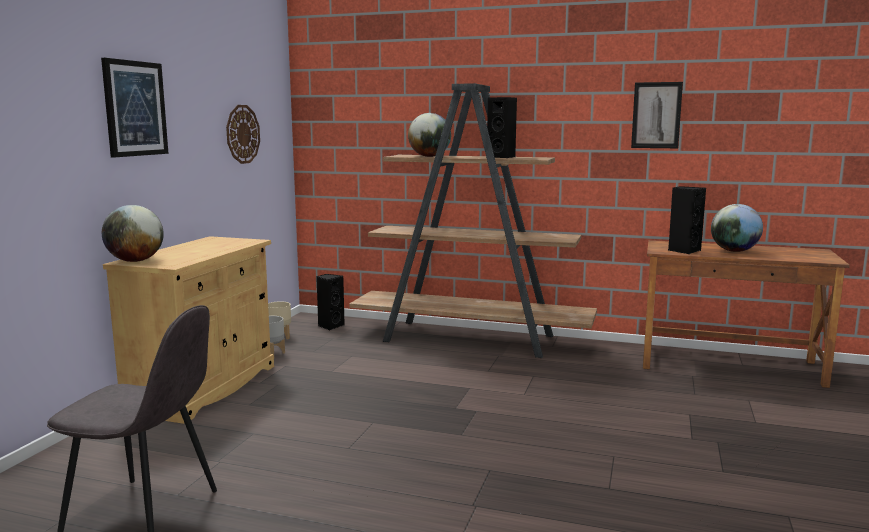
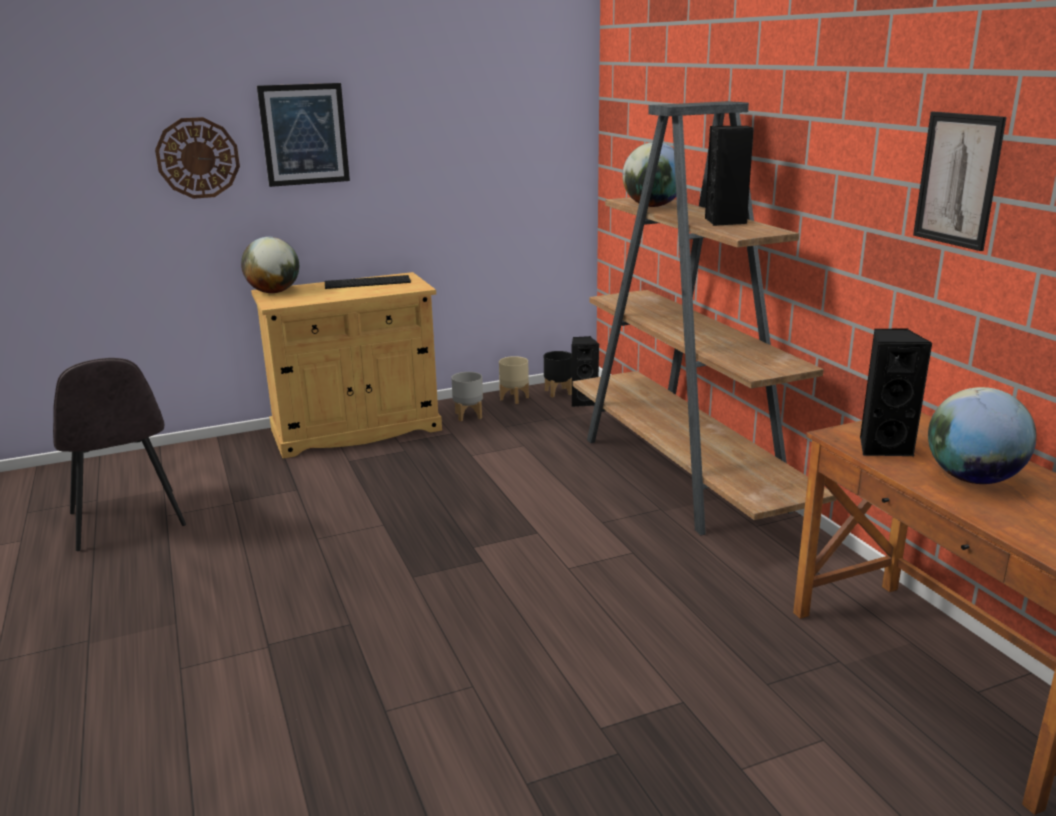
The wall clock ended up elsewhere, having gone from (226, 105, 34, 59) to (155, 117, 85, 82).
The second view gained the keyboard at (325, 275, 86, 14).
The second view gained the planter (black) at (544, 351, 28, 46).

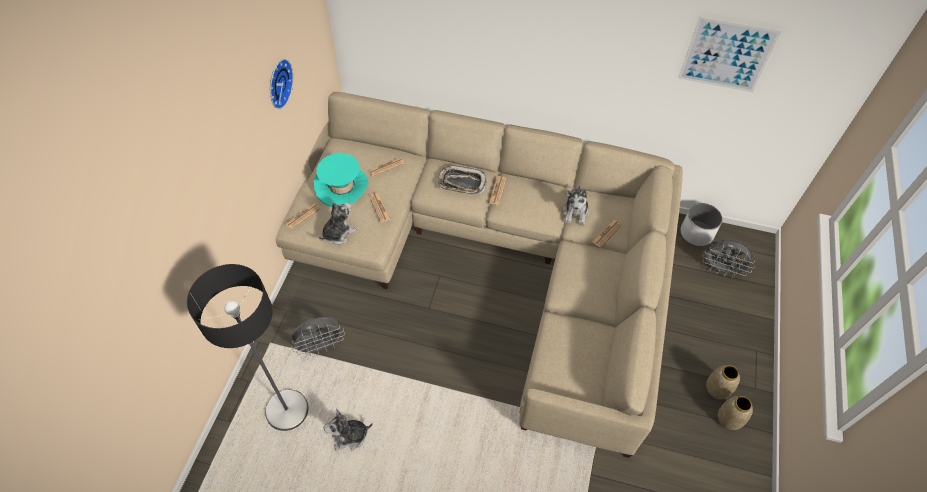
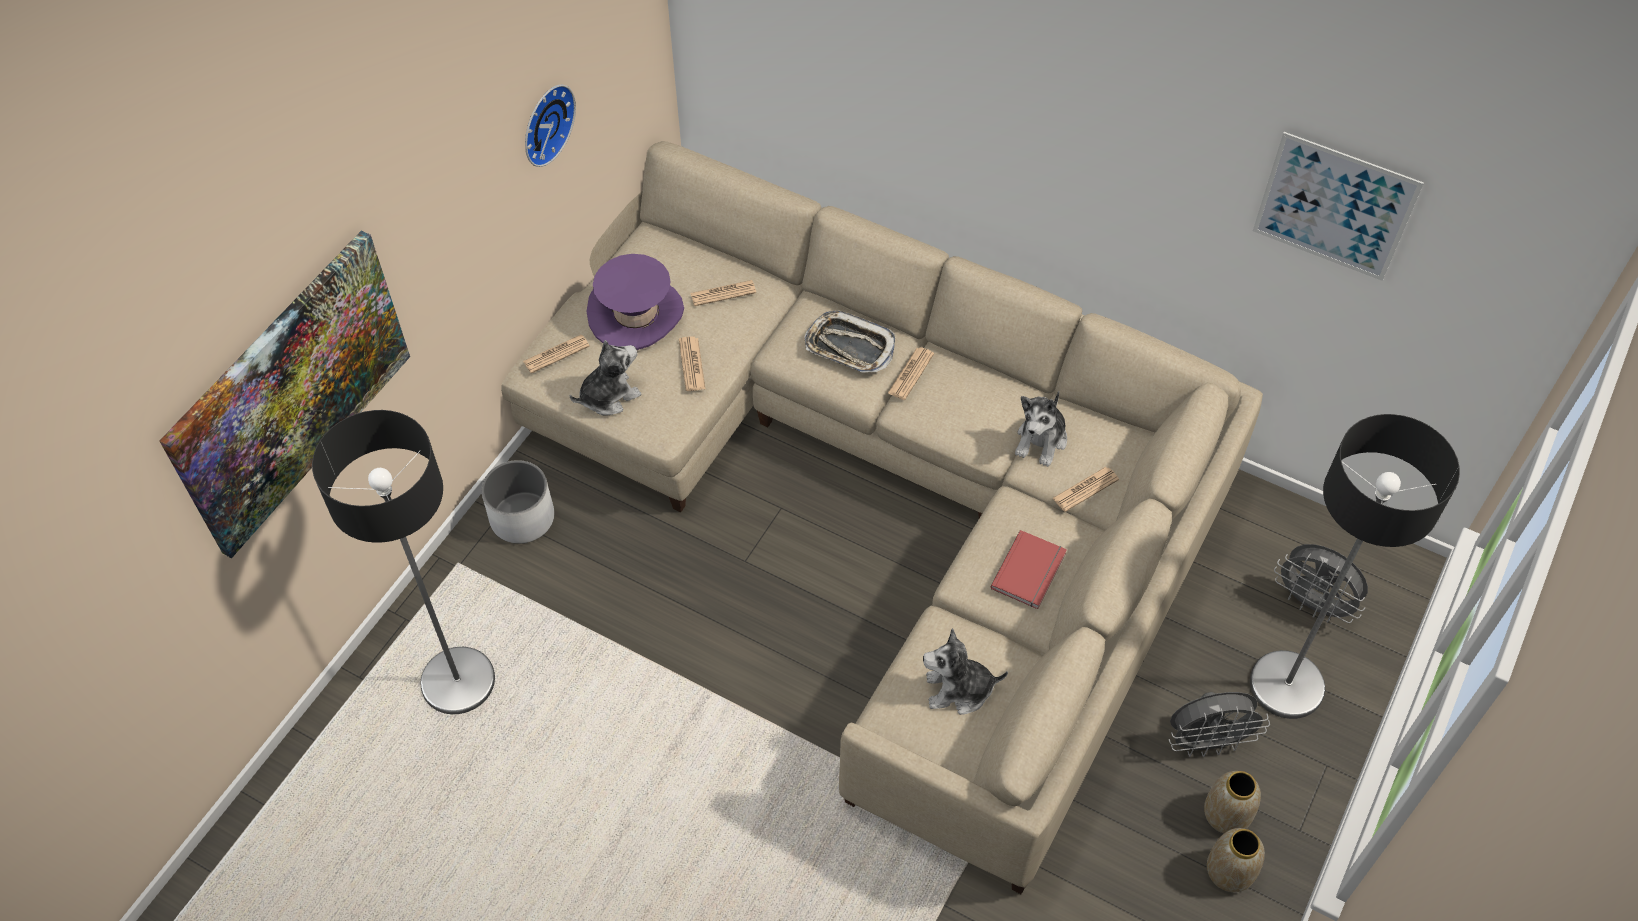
What was the hat (turquoise) at (314, 153, 54, 54) turned into the hat (purple) at (587, 254, 97, 96).
The planter (white) ended up elsewhere, having gone from (680, 203, 43, 43) to (481, 460, 73, 84).
The fan (grey) ended up elsewhere, having gone from (291, 317, 54, 39) to (1169, 692, 101, 65).
The plush toy ended up elsewhere, having gone from (323, 408, 50, 43) to (923, 628, 85, 87).
The second view gained the picture at (159, 231, 251, 327).
The second view gained the floor lamp at (1250, 414, 210, 305).
The second view gained the book (red) at (990, 530, 77, 79).

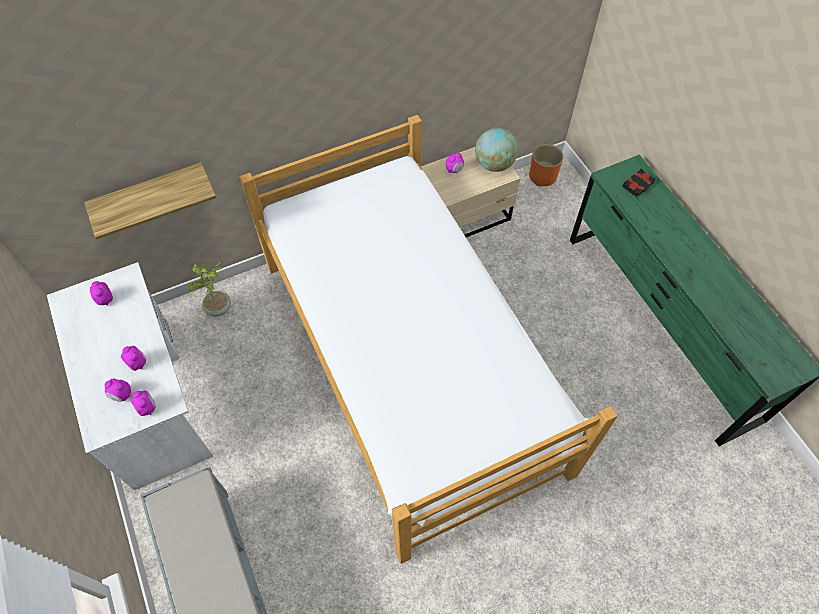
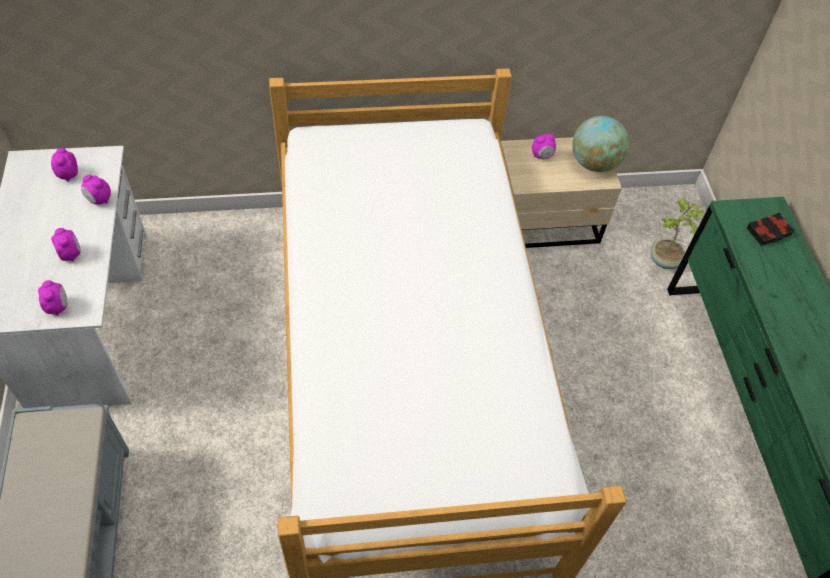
The second view lost the planter (orange) at (529, 144, 34, 42).
The second view lost the shelf at (84, 163, 132, 77).
The potted plant ended up elsewhere, having gone from (187, 262, 44, 54) to (650, 197, 55, 72).
The alarm clock ended up elsewhere, having gone from (104, 379, 27, 23) to (81, 175, 30, 30).

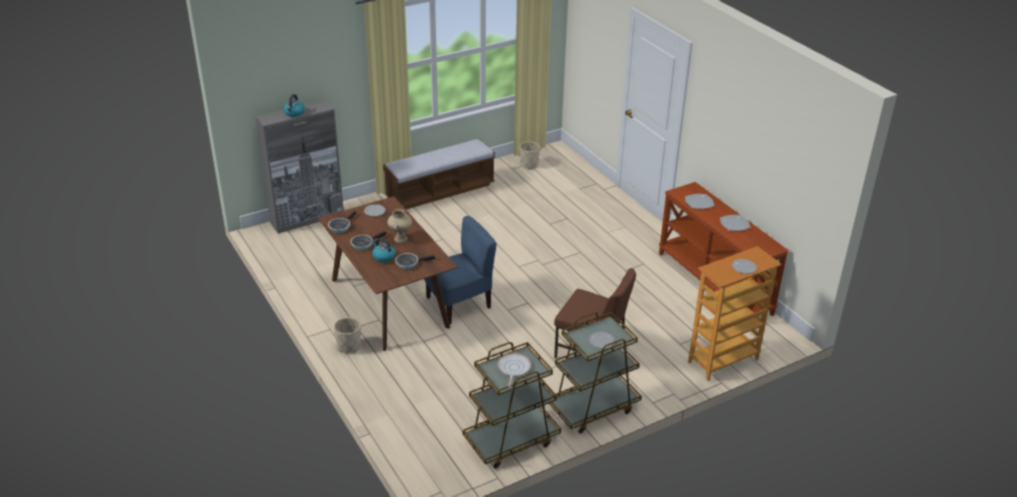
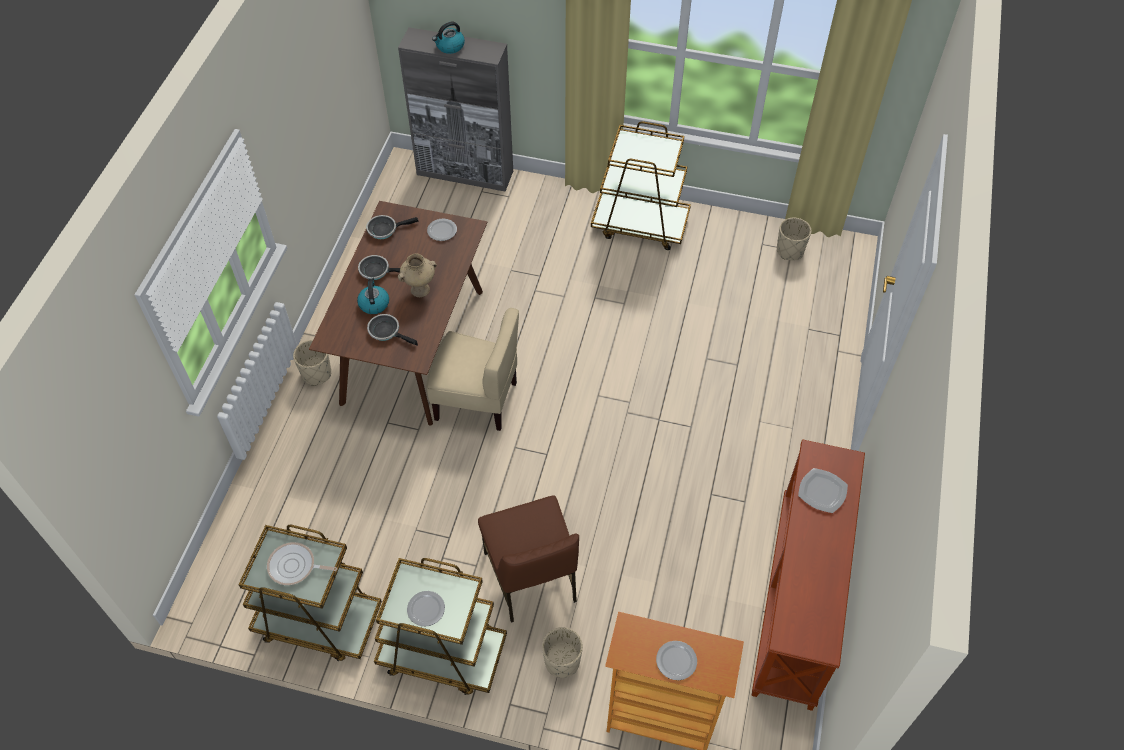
Where the bench stood at (383, 139, 112, 70), the cart (brown) came to stand at (591, 121, 100, 129).
The second view lost the plate at (720, 215, 30, 16).
What was the chair (blue) at (424, 216, 73, 108) turned into the chair (beige) at (426, 308, 93, 123).
The frying pan at (498, 353, 33, 34) ended up facing another way, 135 degrees counterclockwise from before.
The second view gained the planter (beige) at (542, 627, 41, 51).

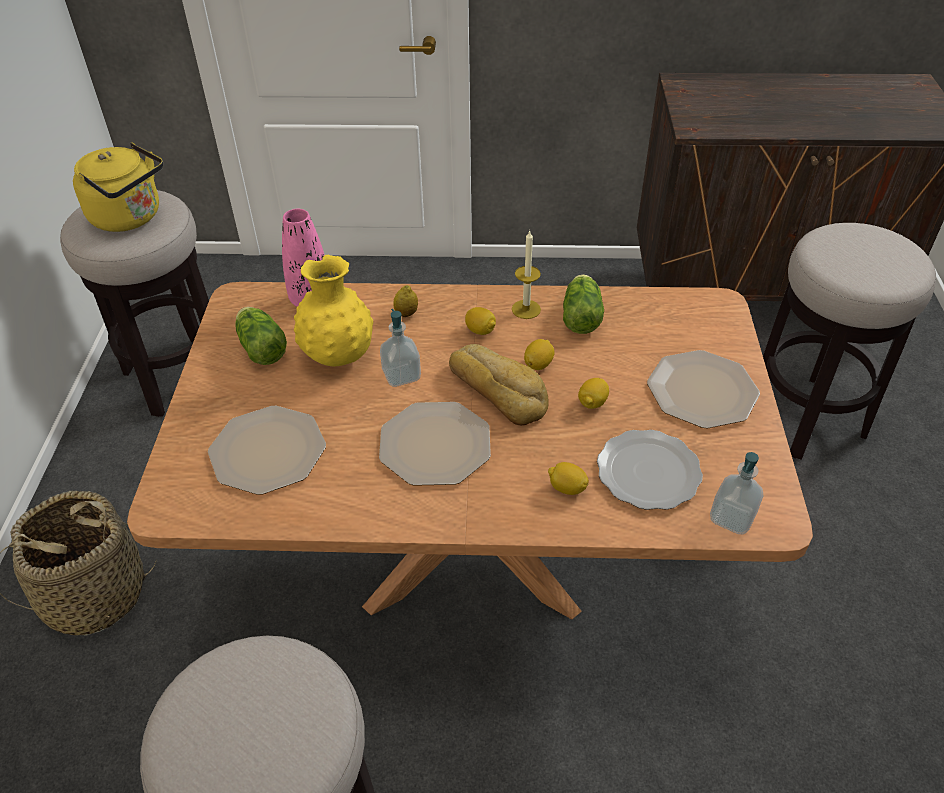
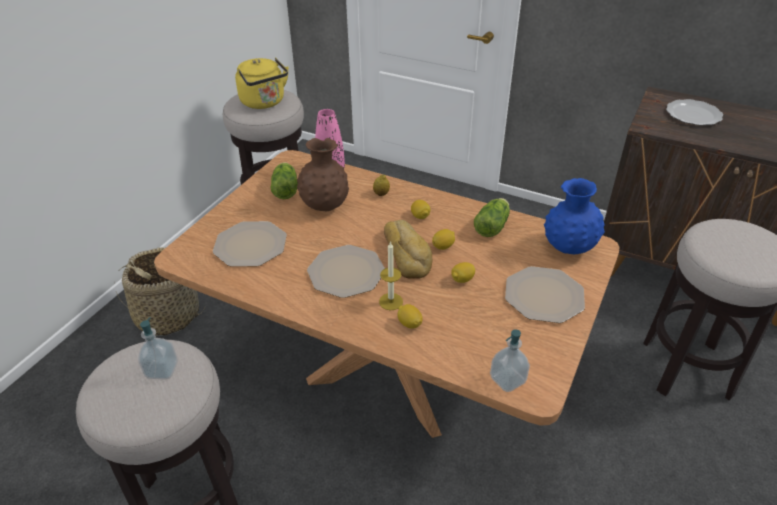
The candle ended up elsewhere, having gone from (512, 230, 29, 89) to (379, 241, 24, 69).
What was the vase (yellow) at (294, 255, 79, 111) turned into the vase (brown) at (297, 138, 52, 73).
The soap dispenser ended up elsewhere, having gone from (380, 309, 41, 78) to (138, 317, 40, 63).
The plate ended up elsewhere, having gone from (597, 430, 106, 80) to (666, 99, 57, 27).
The second view gained the vase (blue) at (544, 178, 61, 76).

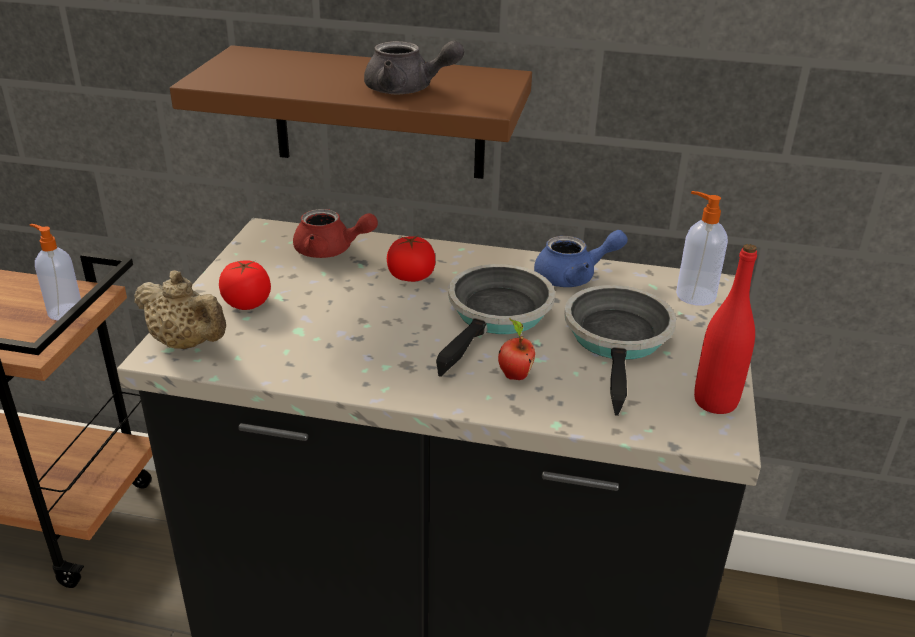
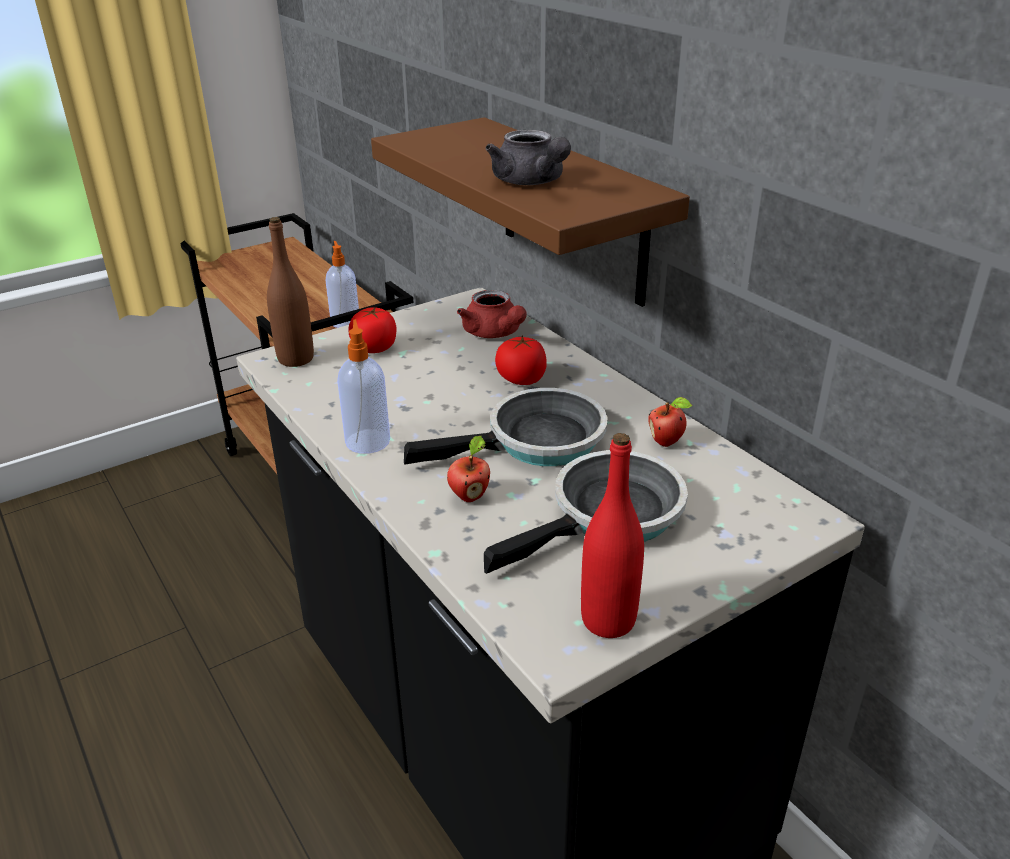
The soap dispenser ended up elsewhere, having gone from (676, 191, 52, 115) to (337, 319, 53, 135).
Where the teapot (blue) stood at (534, 230, 94, 57), the apple came to stand at (648, 397, 44, 50).
Where the teapot (beige) stood at (134, 270, 92, 79), the bottle (brown) came to stand at (267, 217, 47, 150).

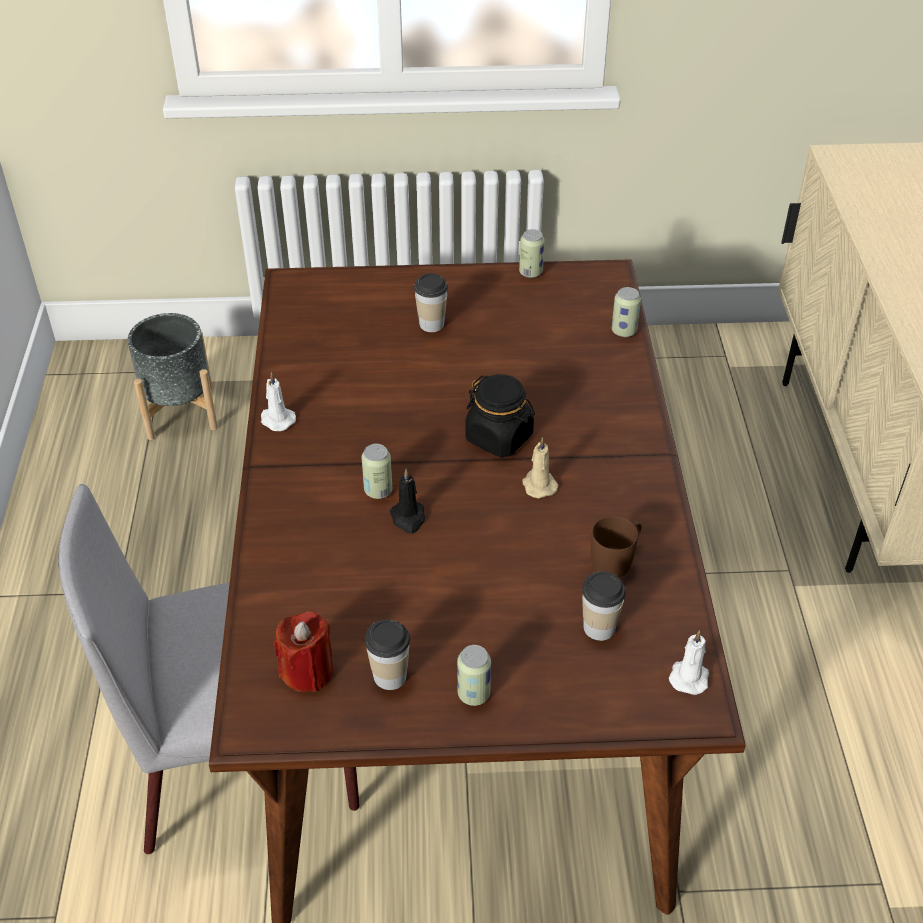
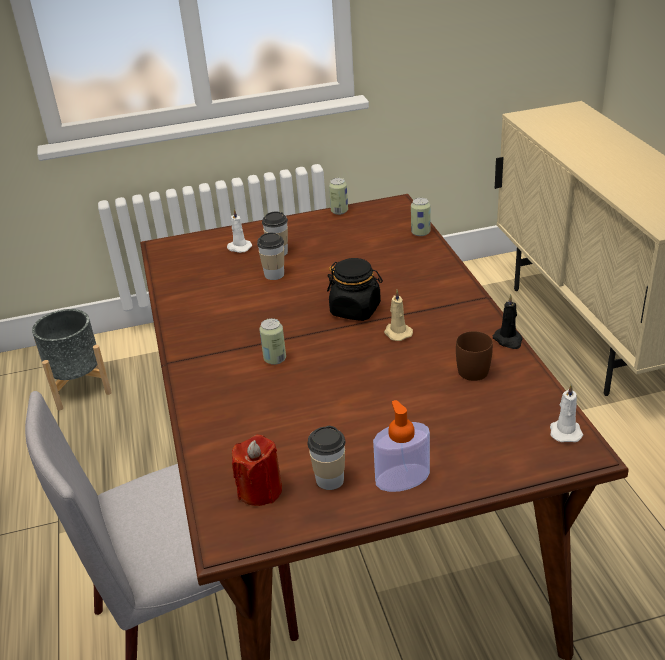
The candle (white) ended up elsewhere, having gone from (261, 372, 35, 59) to (227, 209, 25, 44).
The candle (black) ended up elsewhere, having gone from (390, 469, 35, 65) to (493, 294, 30, 55).
The cup ended up elsewhere, having gone from (582, 571, 44, 70) to (257, 233, 27, 47).
Where the can stood at (457, 645, 34, 61), the soap dispenser came to stand at (373, 400, 57, 92).

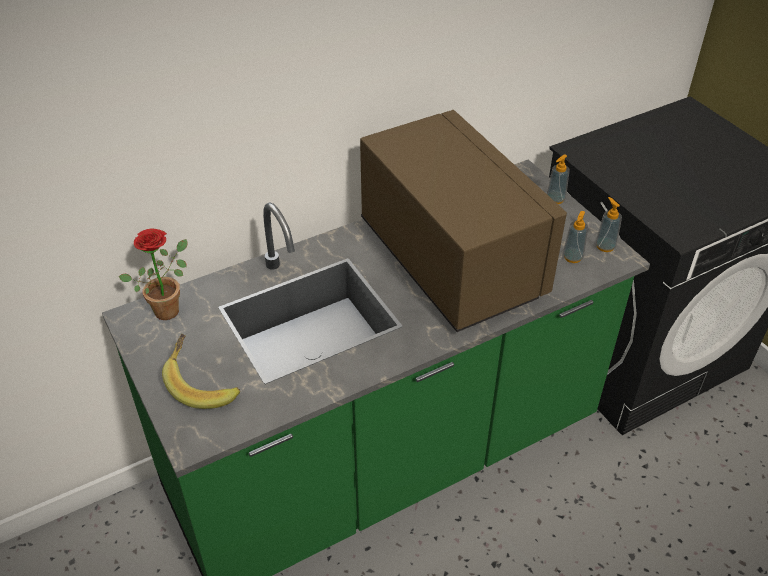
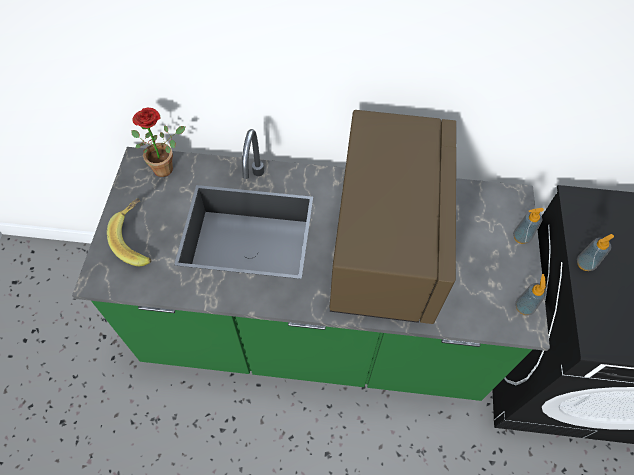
The soap dispenser ended up elsewhere, having gone from (563, 211, 25, 52) to (577, 234, 37, 37).

